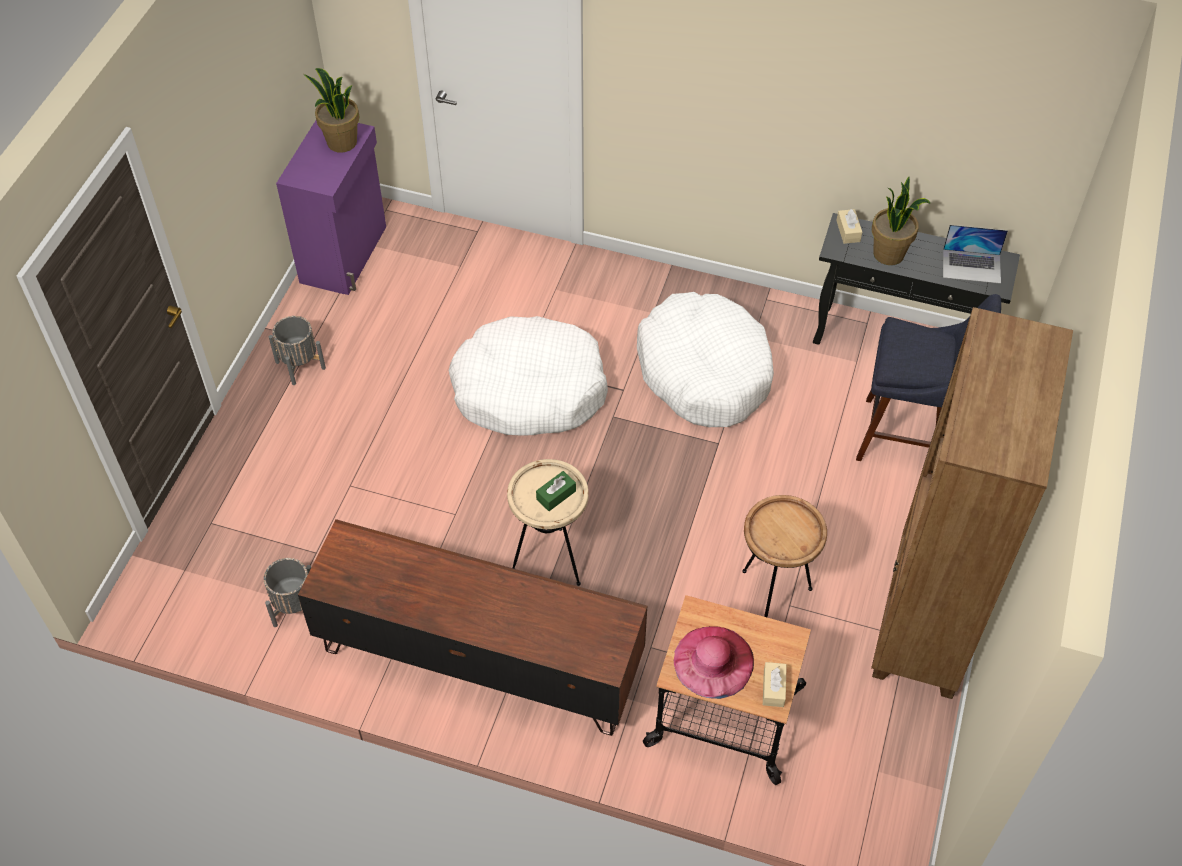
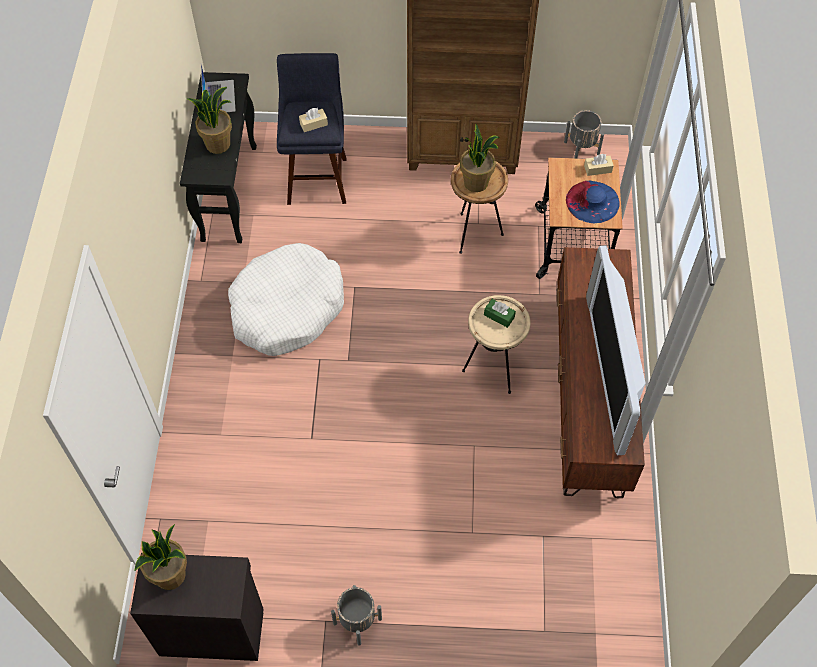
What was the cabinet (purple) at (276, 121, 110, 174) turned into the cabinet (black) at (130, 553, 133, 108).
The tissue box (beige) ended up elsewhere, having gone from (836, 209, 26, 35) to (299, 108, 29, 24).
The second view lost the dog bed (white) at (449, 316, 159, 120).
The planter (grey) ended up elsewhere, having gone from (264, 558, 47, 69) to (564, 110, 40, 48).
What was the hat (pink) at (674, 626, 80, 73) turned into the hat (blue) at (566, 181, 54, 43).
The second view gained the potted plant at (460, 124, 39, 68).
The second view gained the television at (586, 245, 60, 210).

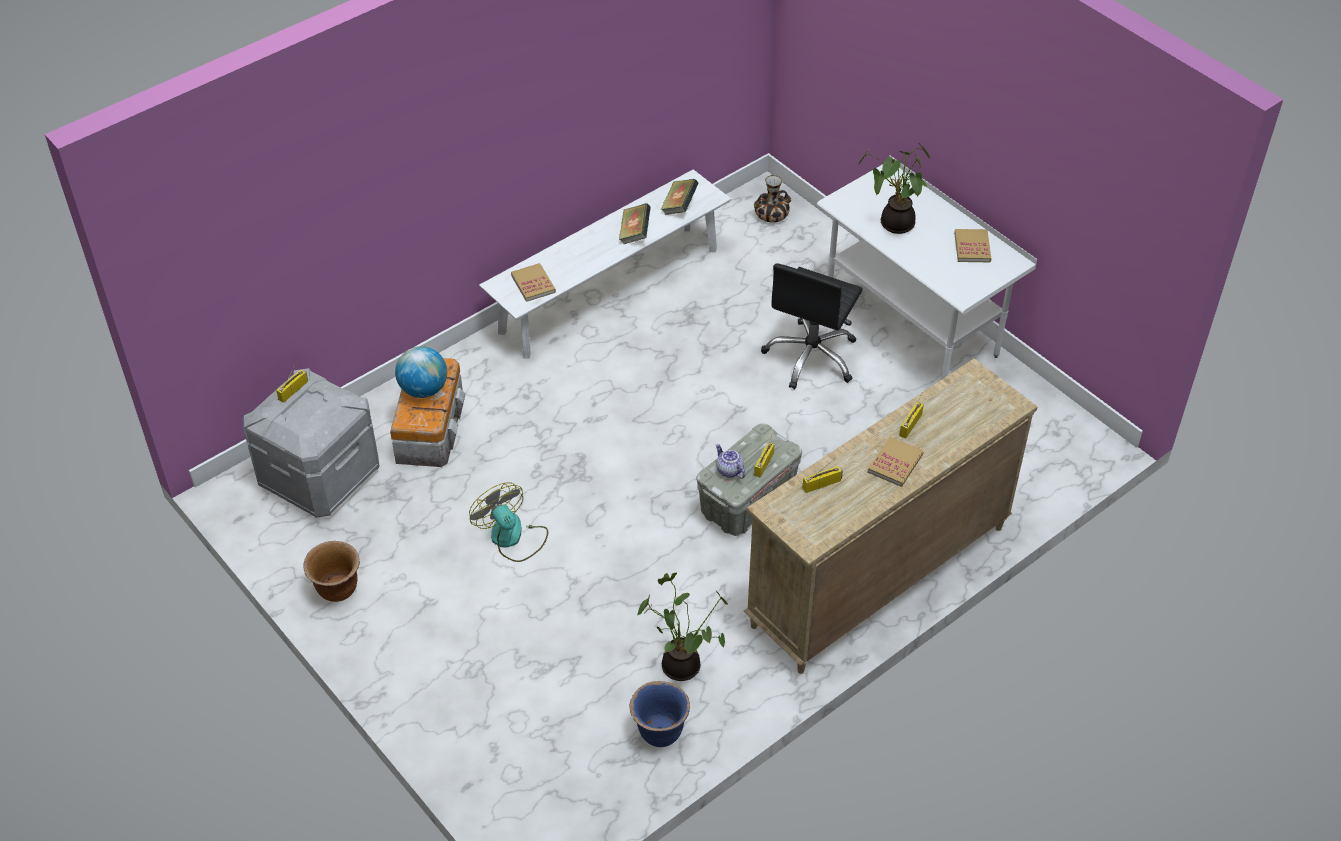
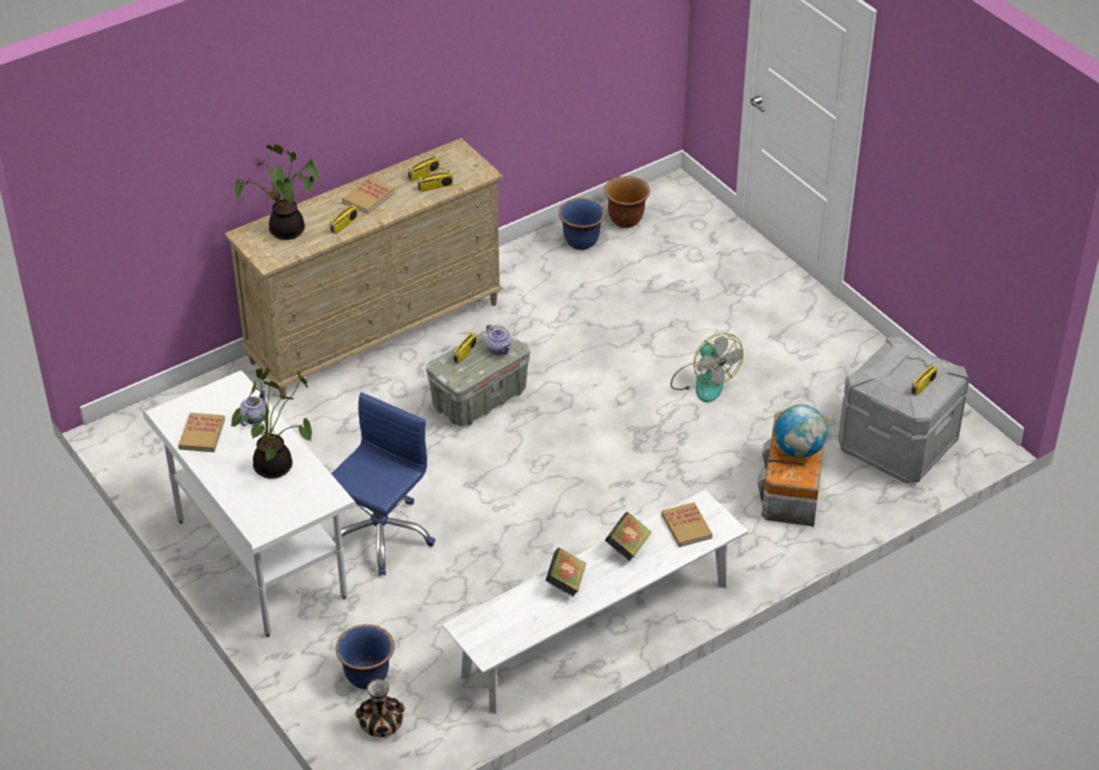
The book ended up elsewhere, having gone from (660, 179, 39, 36) to (605, 512, 47, 49).
What was the office chair (black) at (761, 263, 101, 126) turned into the office chair (blue) at (331, 392, 104, 184).
The planter (brown) ended up elsewhere, having gone from (304, 541, 56, 61) to (604, 176, 46, 52).
The potted plant ended up elsewhere, having gone from (637, 573, 91, 108) to (235, 145, 85, 95).
The second view gained the radio at (408, 150, 31, 31).
The second view gained the teapot at (240, 389, 26, 37).
The second view gained the planter (blue) at (336, 624, 59, 65).

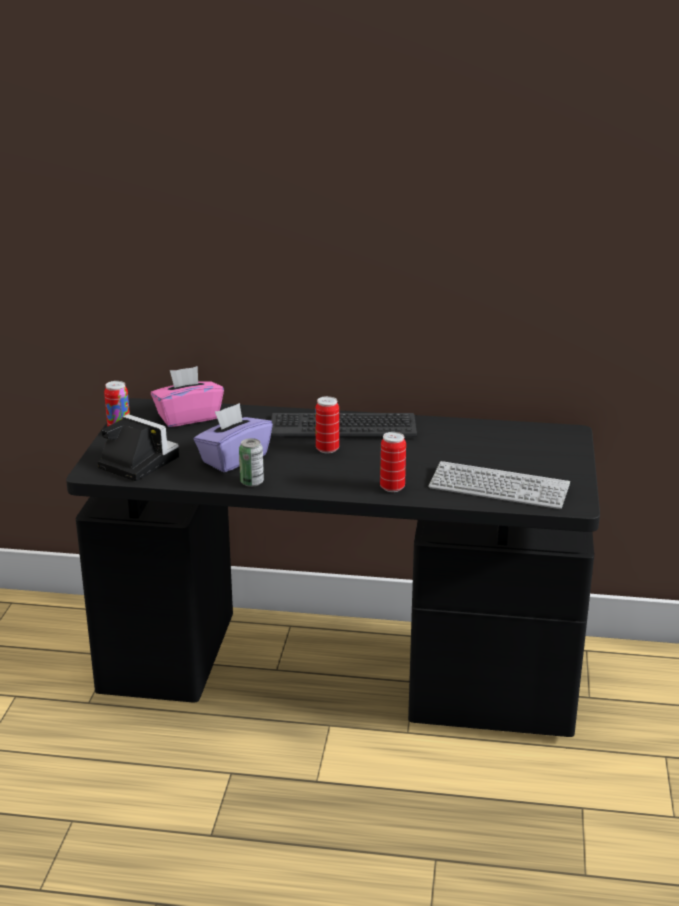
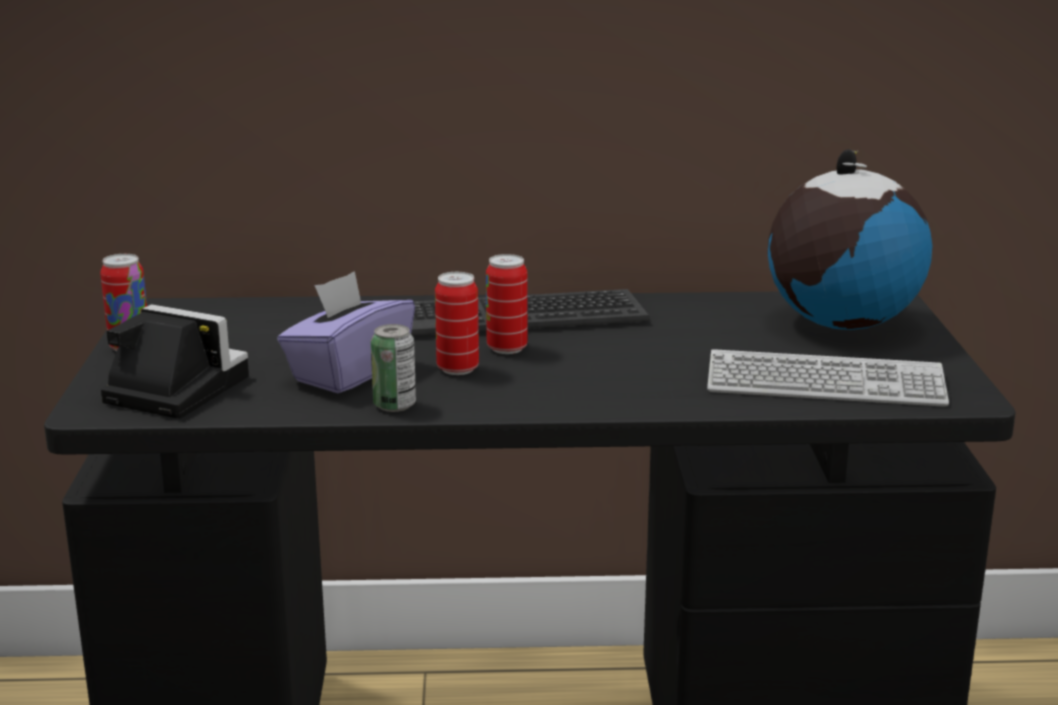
The second view lost the tissue box (pink) at (151, 366, 73, 61).
The can ended up elsewhere, having gone from (380, 432, 26, 60) to (435, 272, 44, 103).
The second view gained the globe at (768, 149, 164, 181).

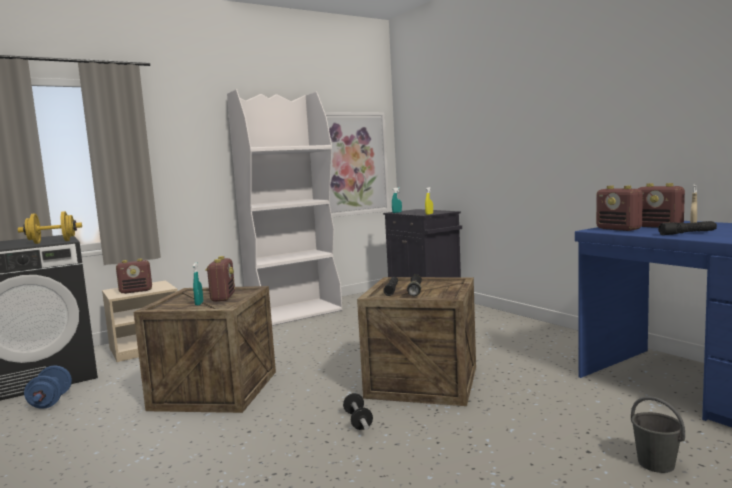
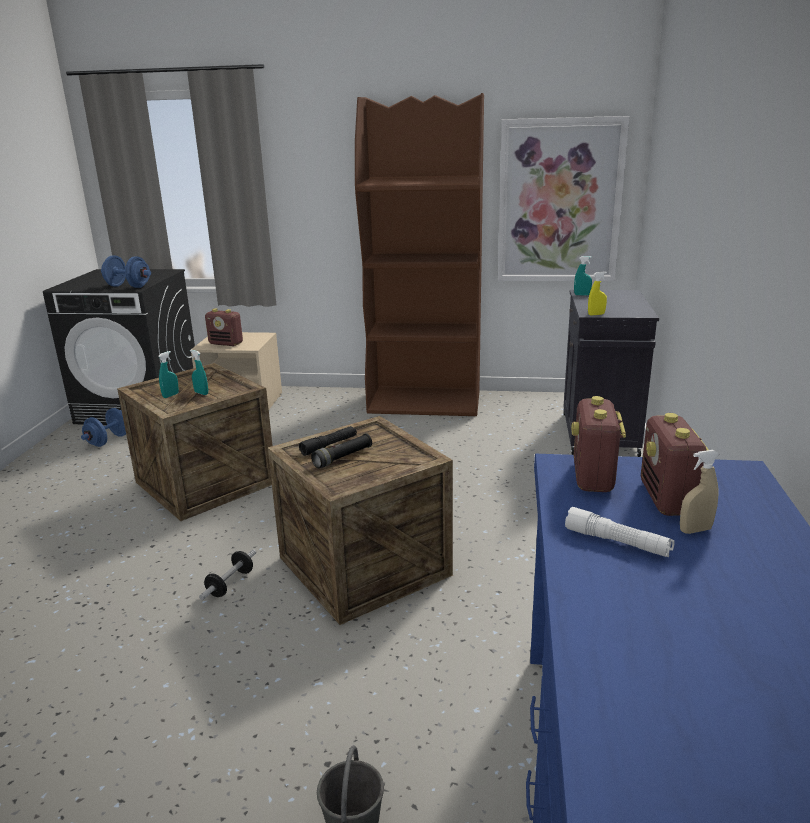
What was the bookcase (white) at (227, 89, 115, 237) turned into the bookcase (brown) at (355, 93, 129, 323).
What was the dumbbell (yellow) at (18, 211, 64, 33) turned into the dumbbell (blue) at (101, 255, 50, 33).
What was the flashlight (black) at (658, 221, 59, 14) turned into the flashlight (white) at (565, 507, 110, 50).
Where the radio stood at (205, 256, 30, 46), the spray bottle (turquoise) came to stand at (190, 350, 18, 45).

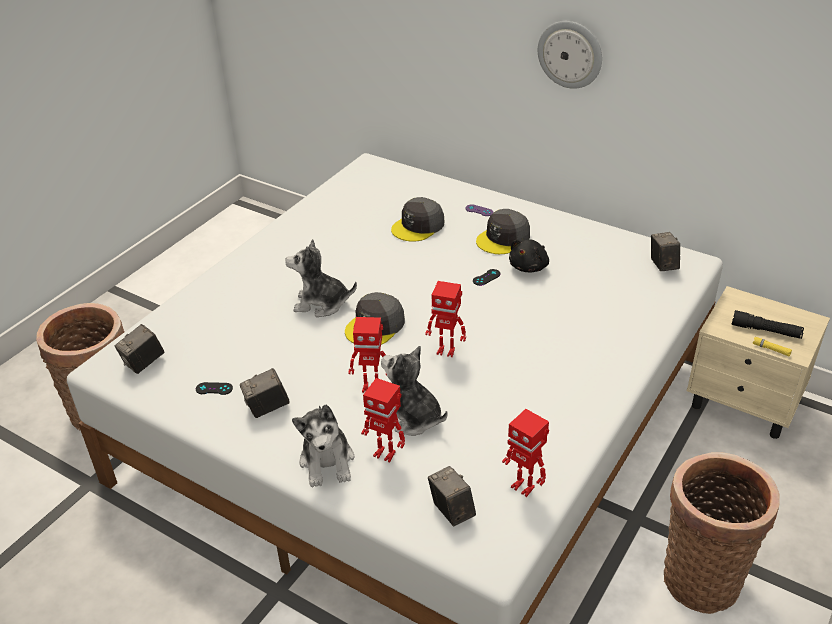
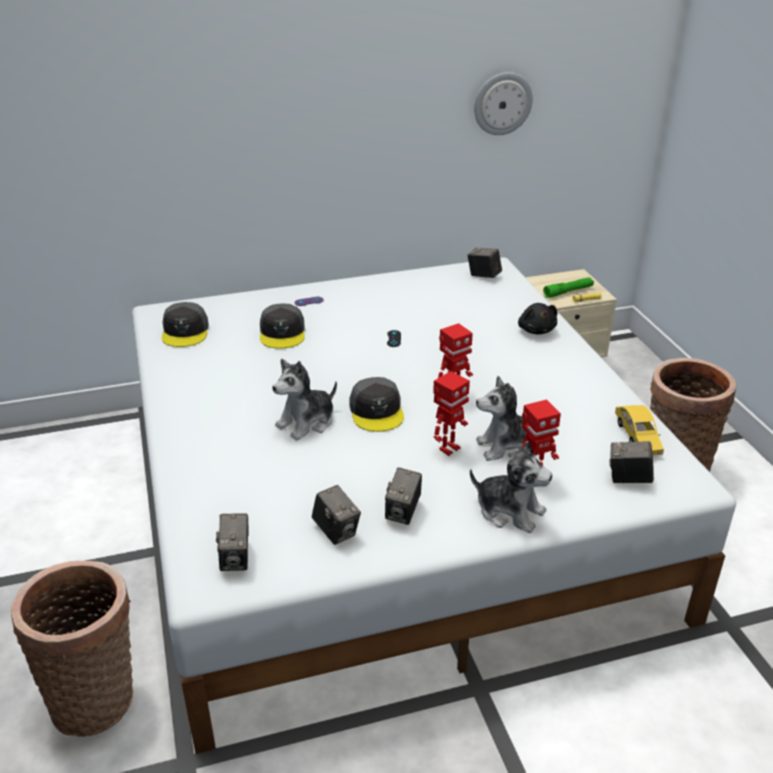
The wall clock ended up elsewhere, having gone from (538, 21, 64, 68) to (474, 72, 59, 63).
The cap (grey) ended up elsewhere, having gone from (476, 209, 54, 45) to (162, 302, 47, 45).
The plush toy (black) ended up elsewhere, having gone from (509, 239, 40, 33) to (518, 303, 39, 32).
What was the flashlight (black) at (732, 310, 72, 29) turned into the flashlight (green) at (543, 277, 51, 21).
Where the game controller (black) stood at (196, 382, 37, 13), the photo camera came to stand at (312, 485, 49, 60).
Where the toy robot stood at (502, 409, 47, 88), the toy car (yellow) came to stand at (615, 405, 49, 51).

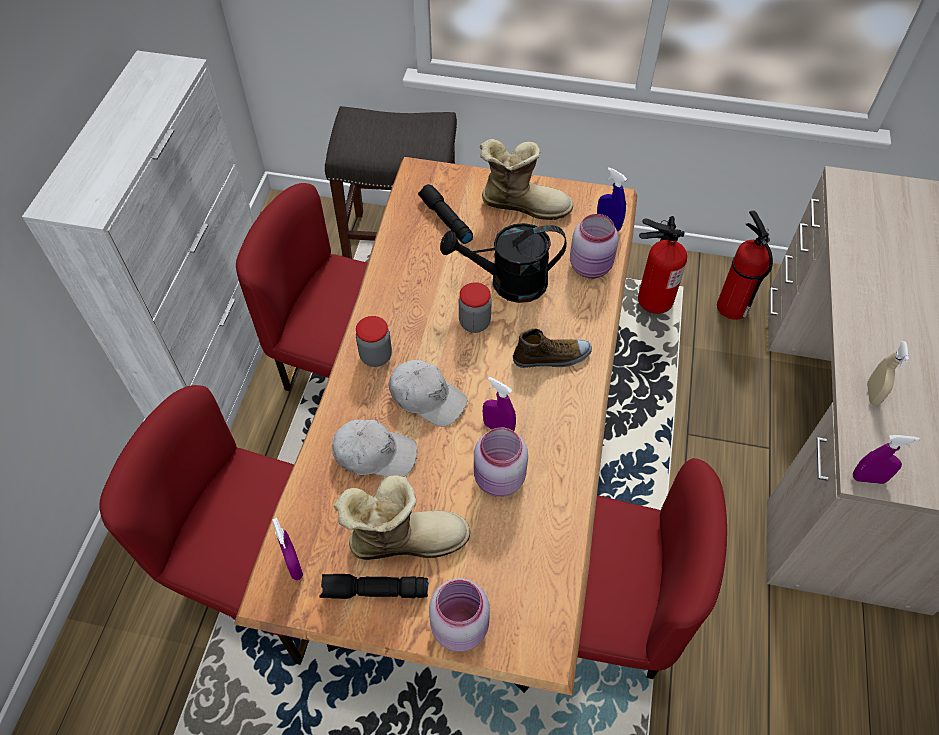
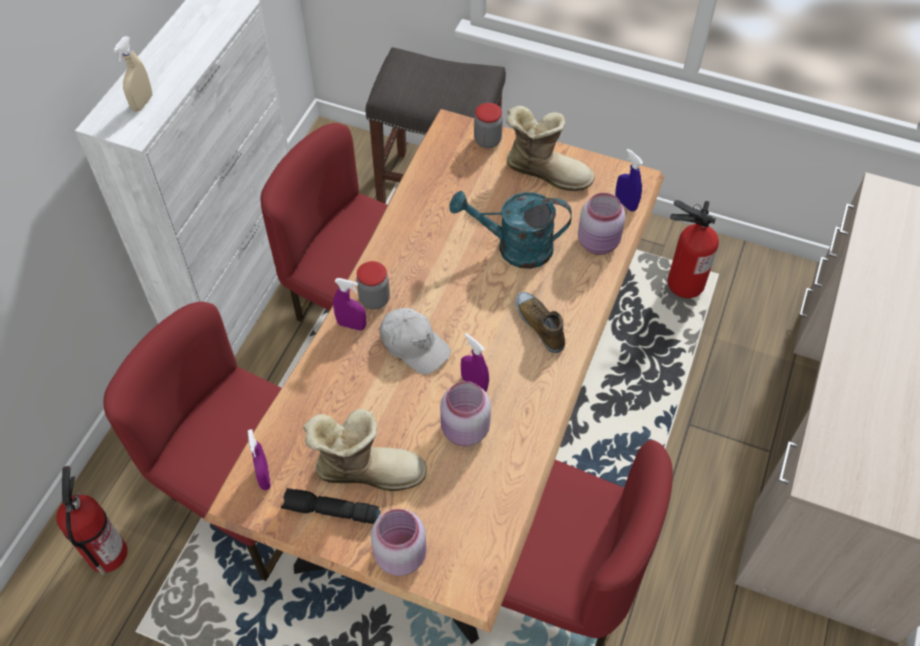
The second view lost the flashlight (black) at (418, 184, 55, 60).
The fire extinguisher ended up elsewhere, having gone from (717, 210, 56, 110) to (56, 466, 71, 109).
What was the watering can (black) at (440, 223, 127, 80) turned into the watering can (turquoise) at (449, 191, 123, 78).
The jar ended up elsewhere, having gone from (459, 282, 33, 51) to (474, 103, 29, 45).
The shoe at (513, 329, 79, 39) ended up facing another way, 120 degrees counterclockwise from before.
The spray bottle (beige) ended up elsewhere, having gone from (867, 341, 42, 65) to (113, 36, 40, 76).
The second view lost the cap (white) at (332, 420, 85, 57).
The spray bottle (purple) ended up elsewhere, having gone from (853, 435, 67, 49) to (333, 278, 33, 53).

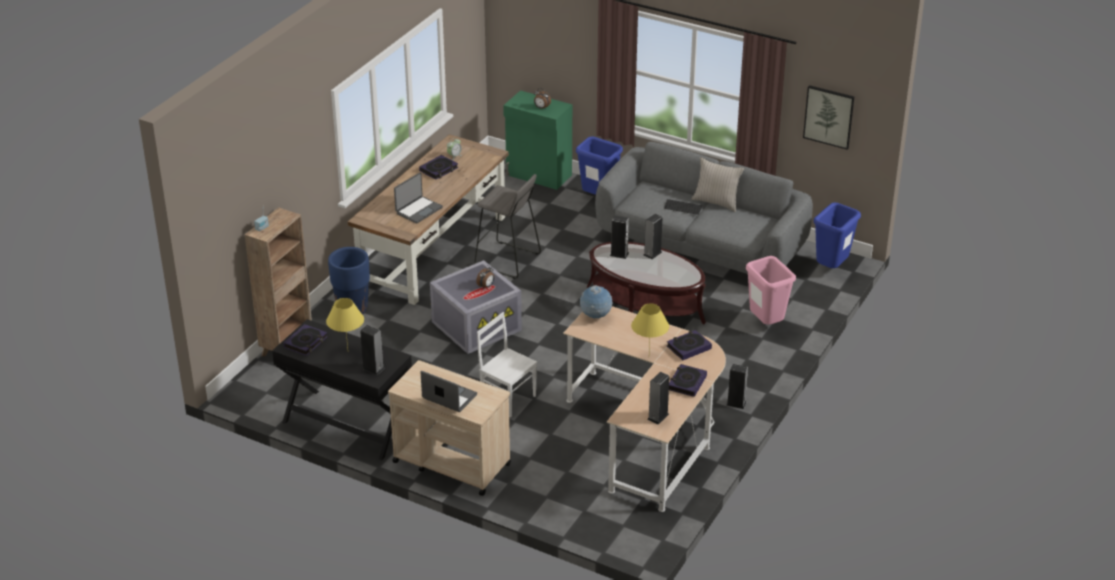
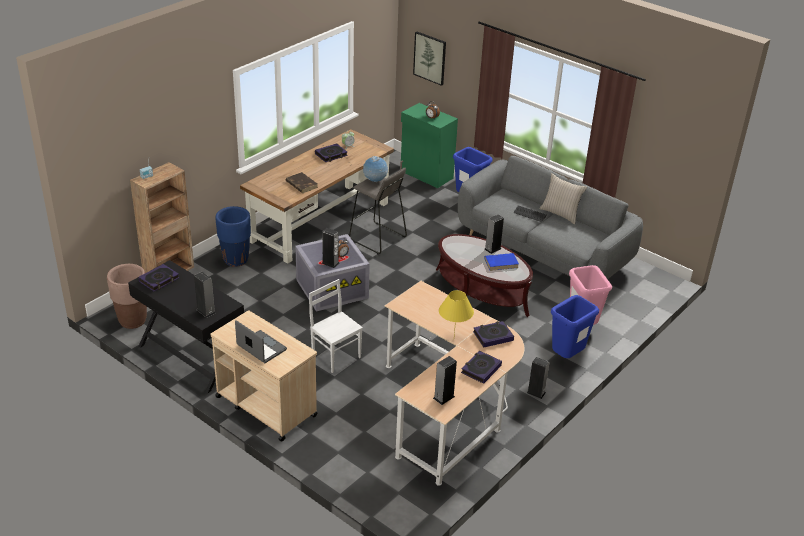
The picture ended up elsewhere, having gone from (803, 85, 51, 64) to (413, 32, 33, 54).
Where the laptop stood at (394, 172, 49, 52), the book (brown) came to stand at (286, 172, 32, 21).
The trash can (blue) ended up elsewhere, having gone from (813, 202, 48, 66) to (551, 295, 48, 63).
The speaker ended up elsewhere, having gone from (610, 215, 19, 44) to (322, 228, 17, 40).
The globe ended up elsewhere, having gone from (580, 285, 33, 33) to (363, 156, 25, 26).
The second view lost the table lamp (yellow) at (326, 298, 38, 51).
The second view gained the book (blue) at (484, 253, 35, 18).
The second view gained the planter (brown) at (107, 264, 40, 65).

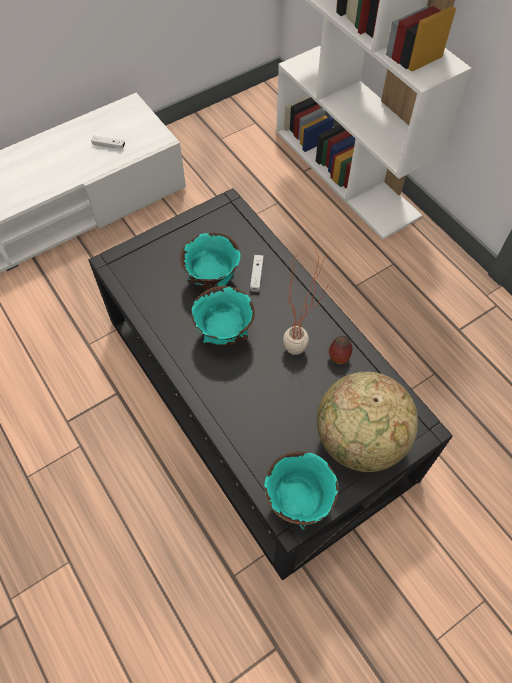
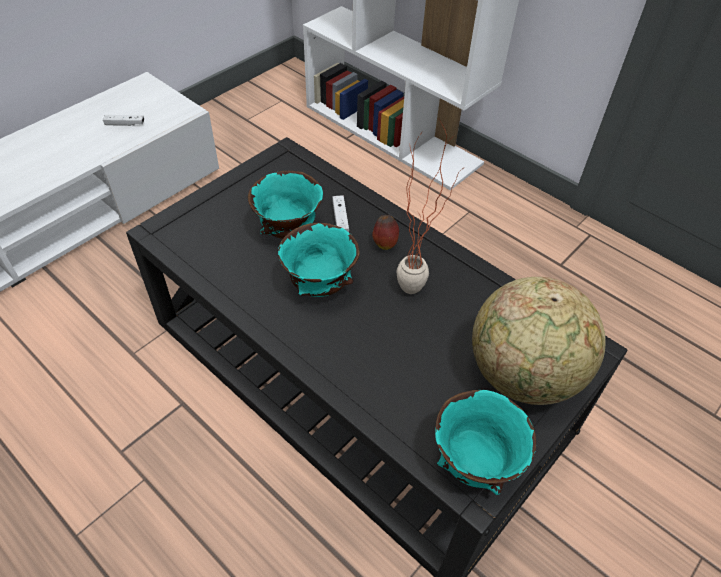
The apple ended up elsewhere, having gone from (329, 336, 23, 28) to (372, 215, 27, 35).

